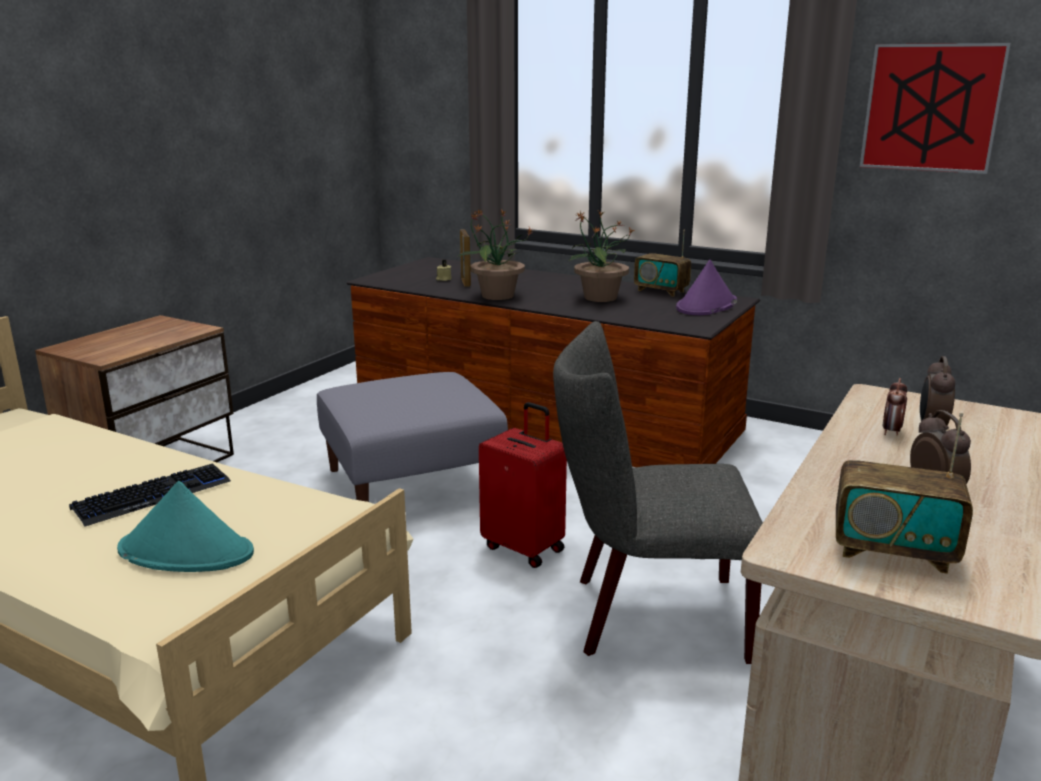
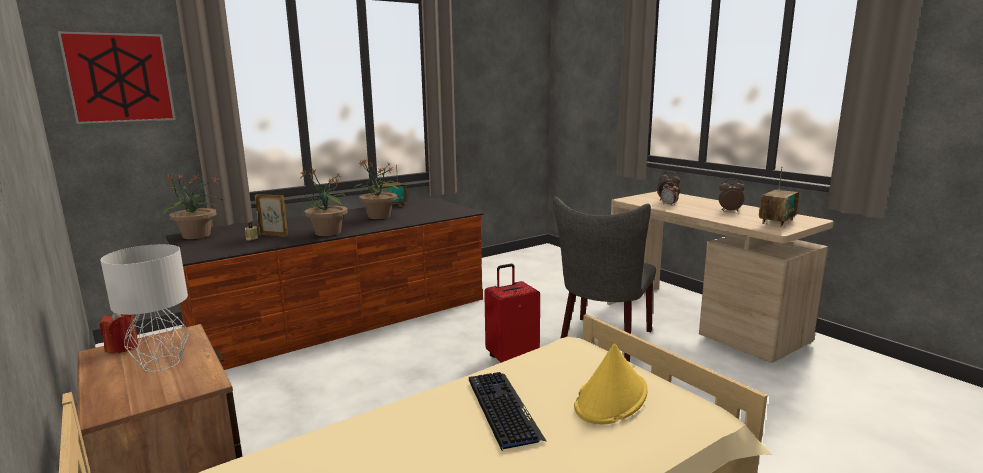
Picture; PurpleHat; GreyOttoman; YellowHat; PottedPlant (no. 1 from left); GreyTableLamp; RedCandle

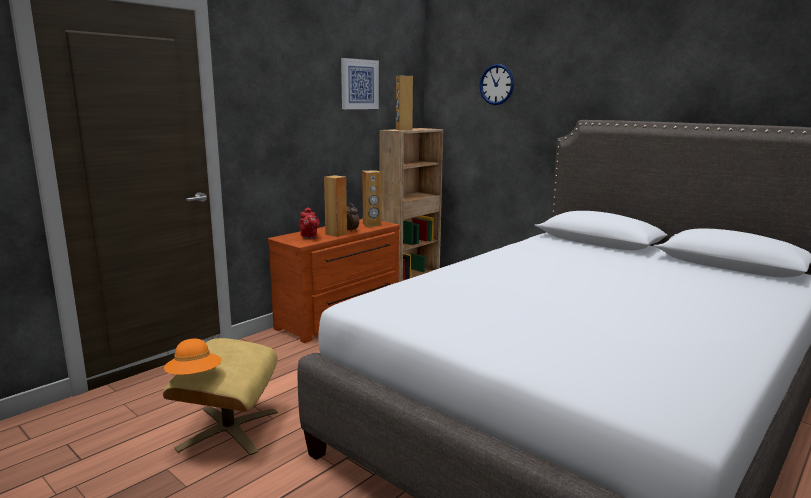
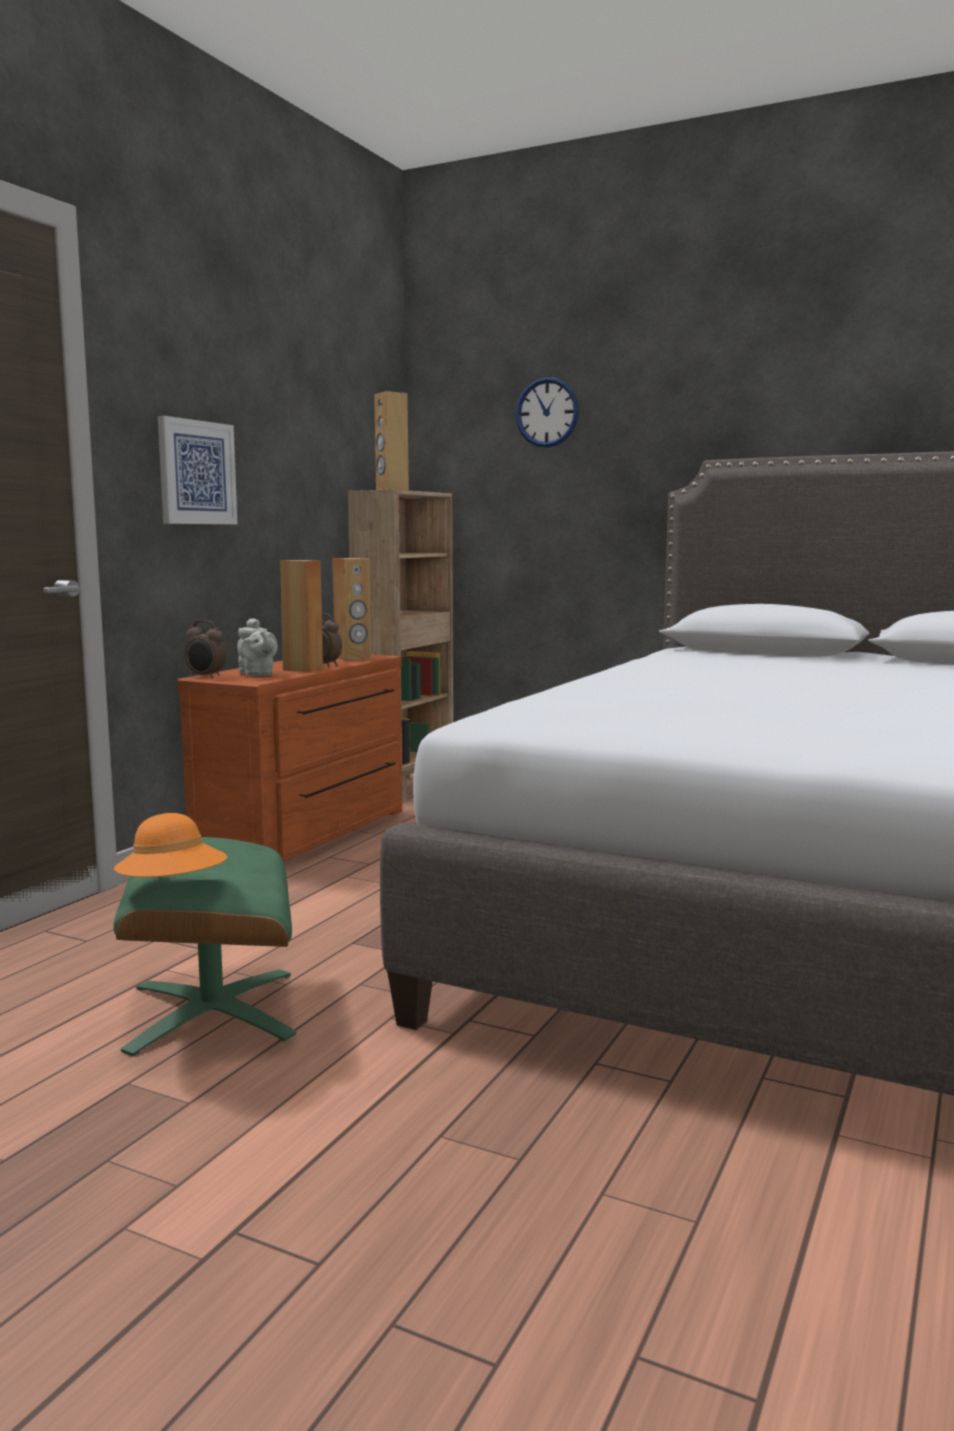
Picture; GreyTeapot; GreenOttoman; AlarmClock (no. 1 from left)

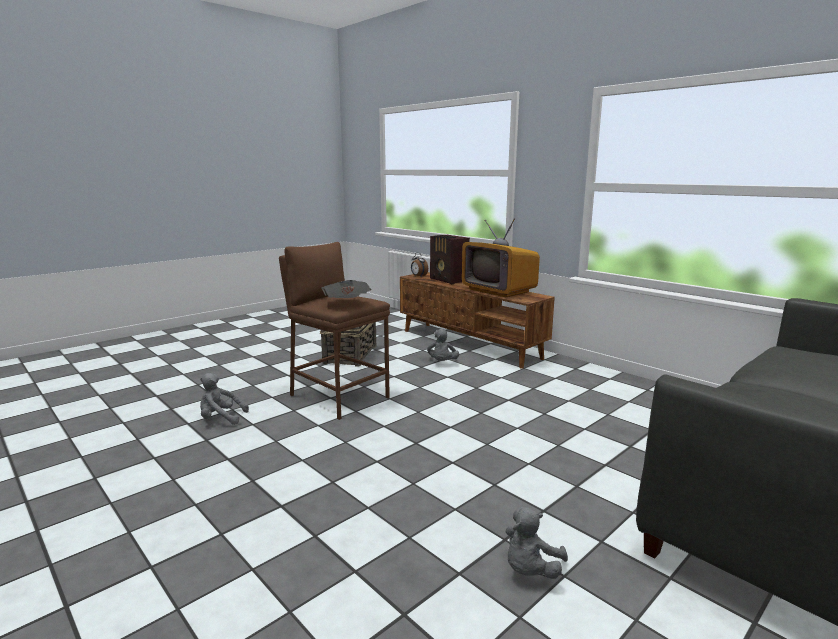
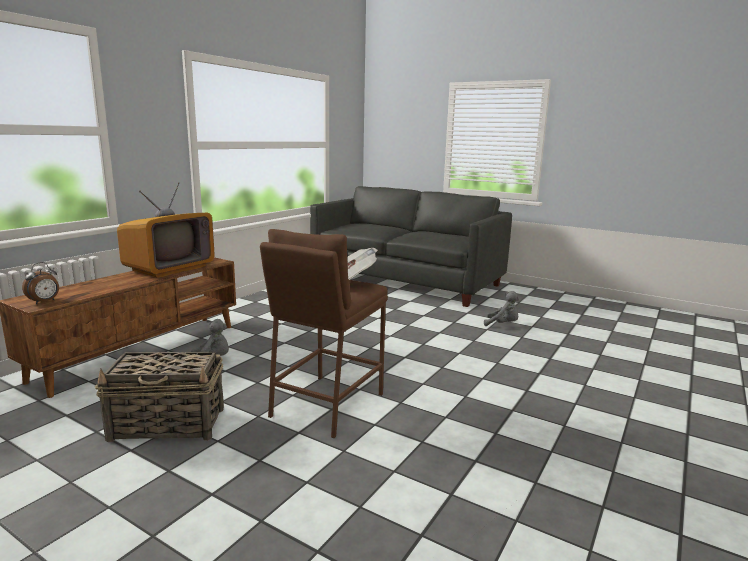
Radio; GreyPlushToy (no. 1 from left in the first image)

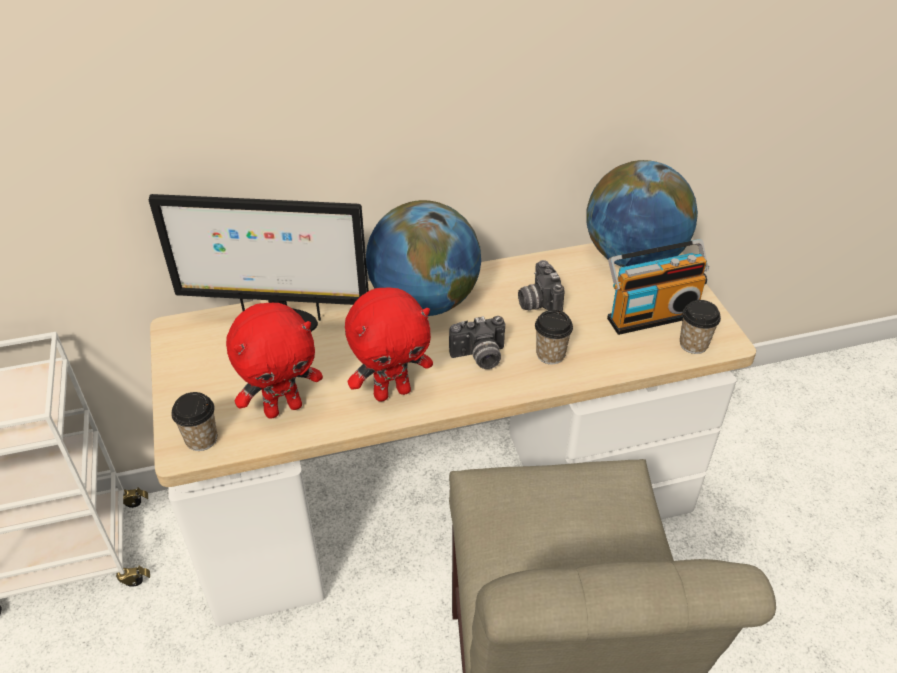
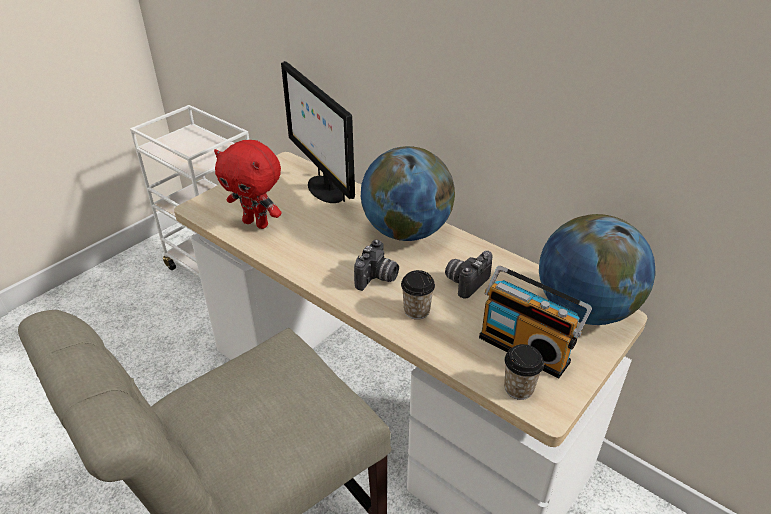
RedPlushToy (no. 2 from left in the first image); PhotoCamera (no. 1 from left); Cup (no. 1 from left in the first image)

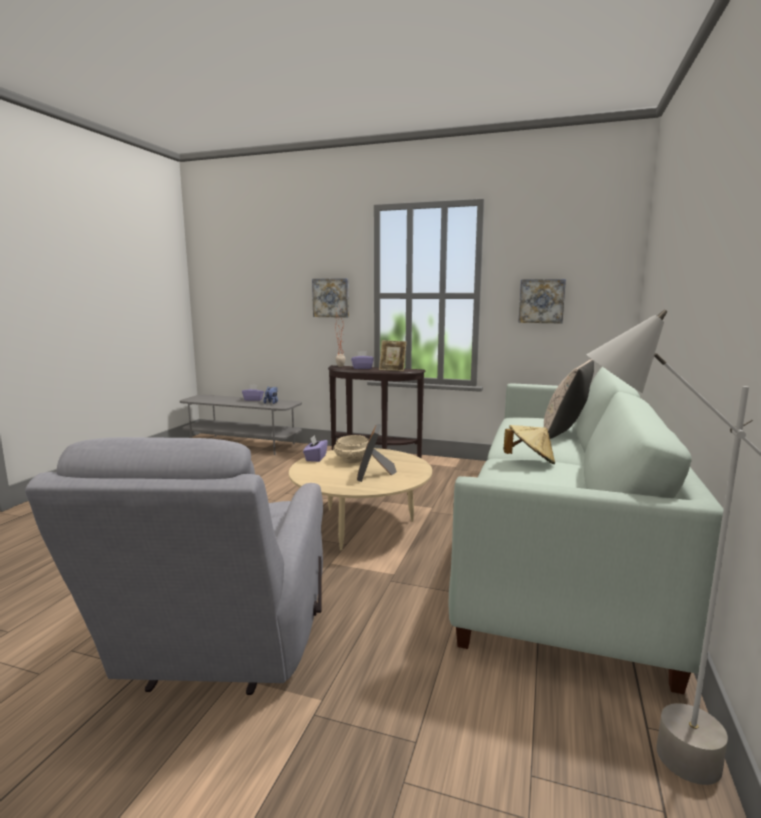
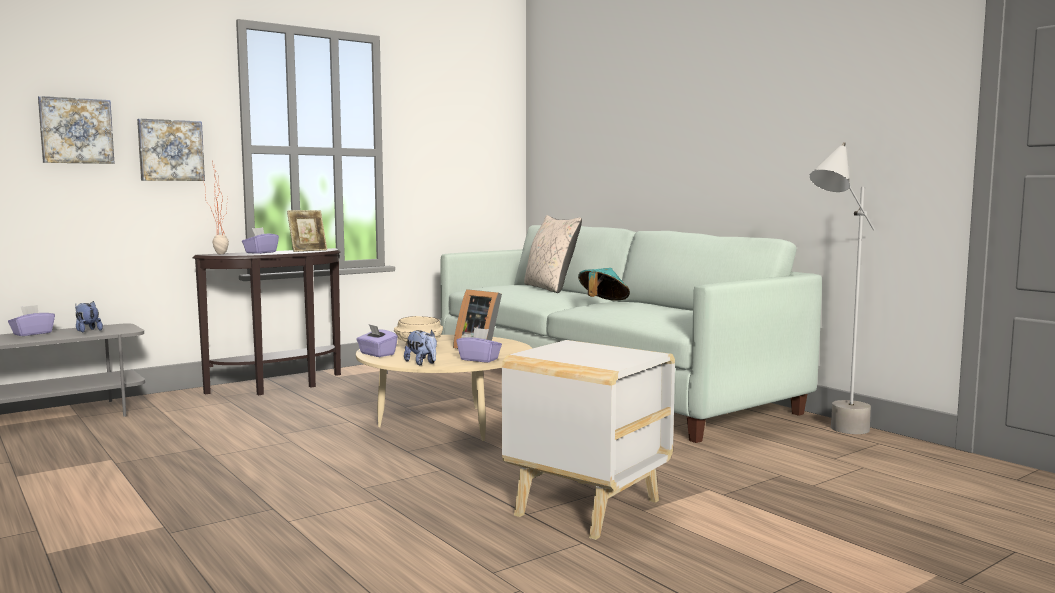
Picture (no. 1 from left); TurquoiseHat; WhiteSideTable; PurpleTissueBox (no. 4 from left); PlushToy (no. 2 from left)

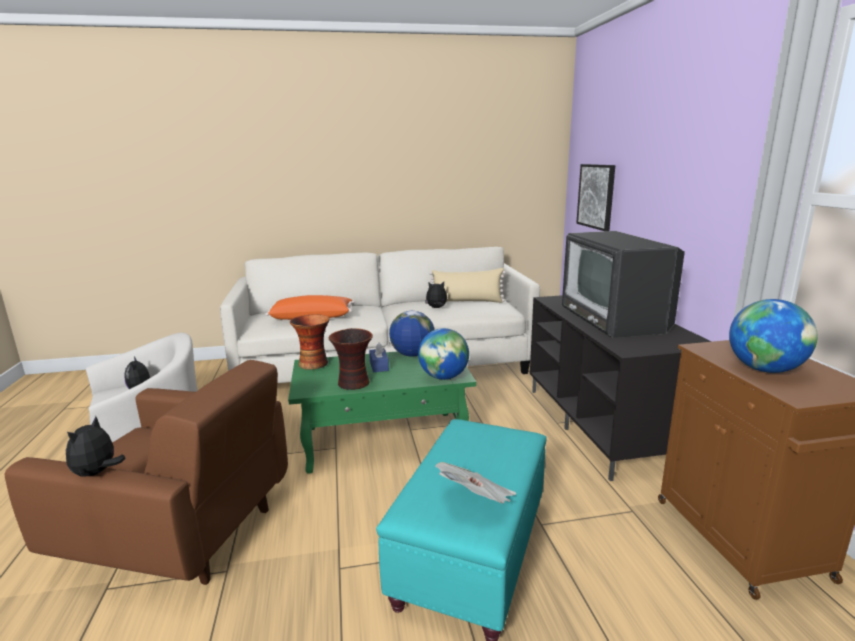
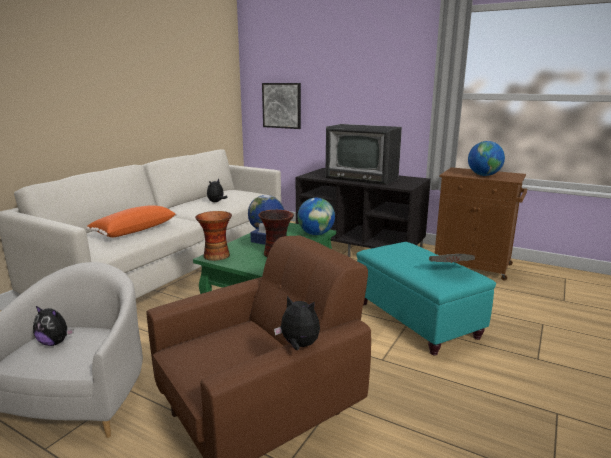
BeigePillow; PlushToy (no. 3 from left)

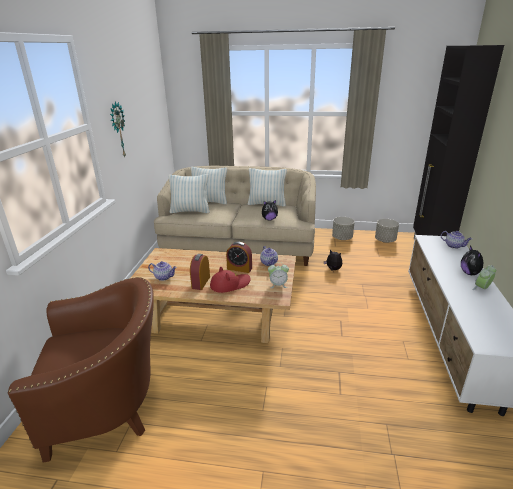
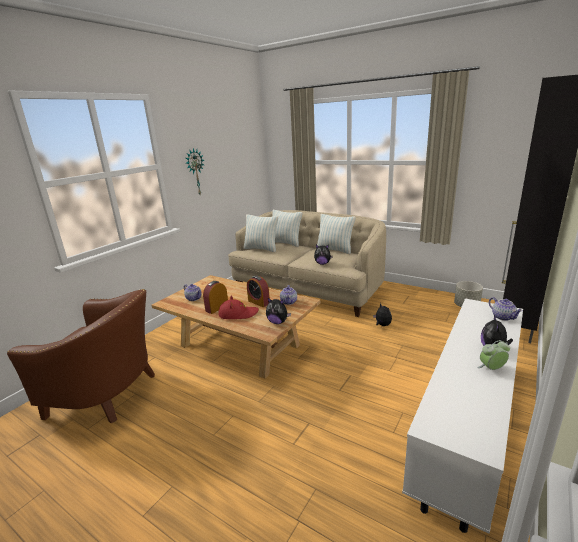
GreyPlanter (no. 1 from left in the first image); PlushToy (no. 1 from left)

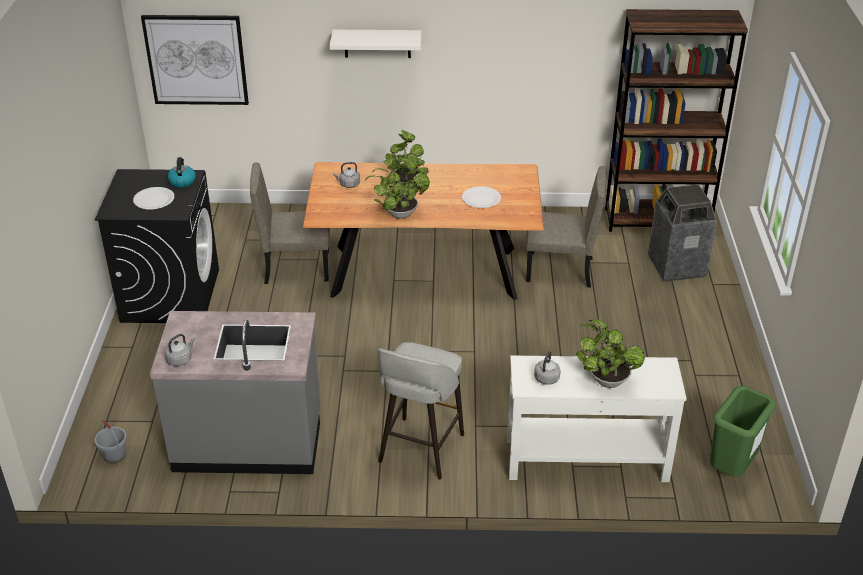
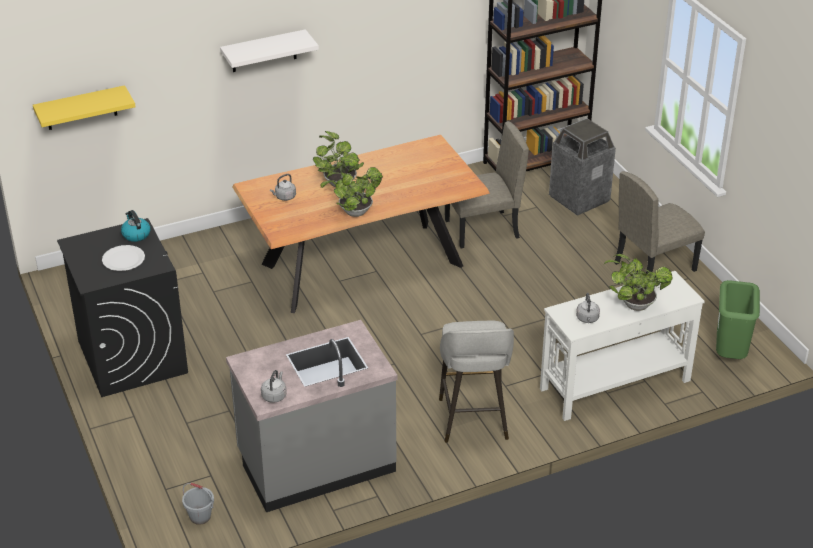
YellowShelf; BeigeChair (no. 2 from left); WhitePlate (no. 2 from left in the first image)

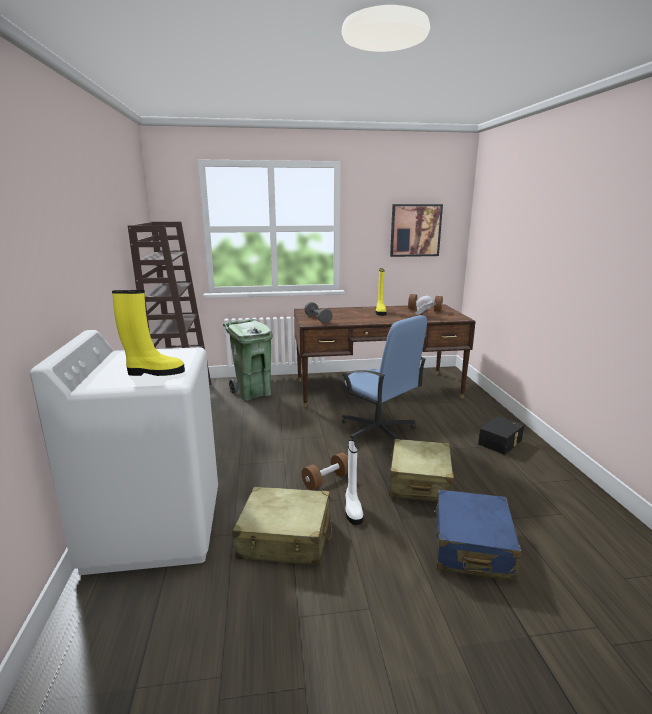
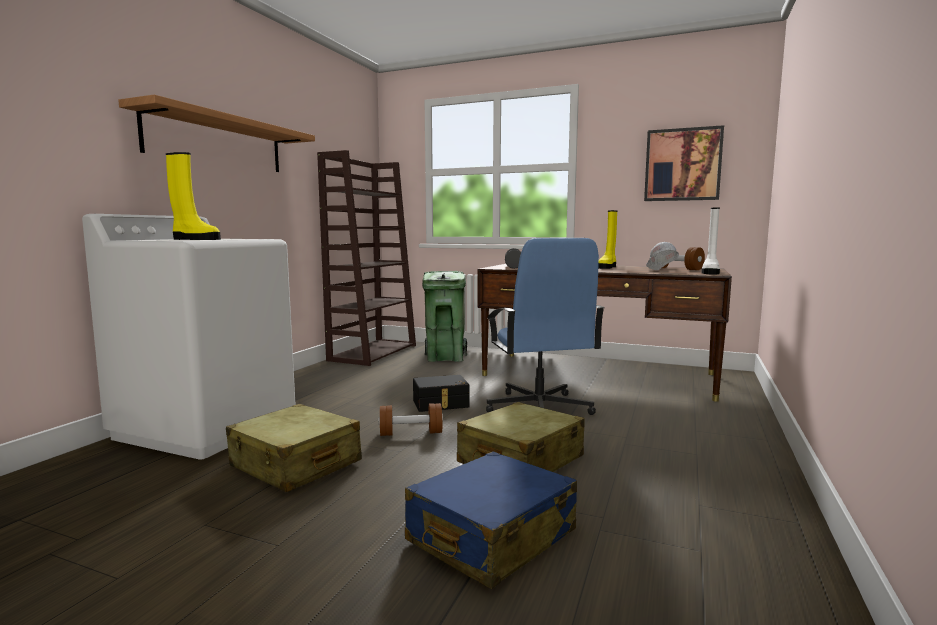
BlackStorageBox; WhiteBoot; Shelf

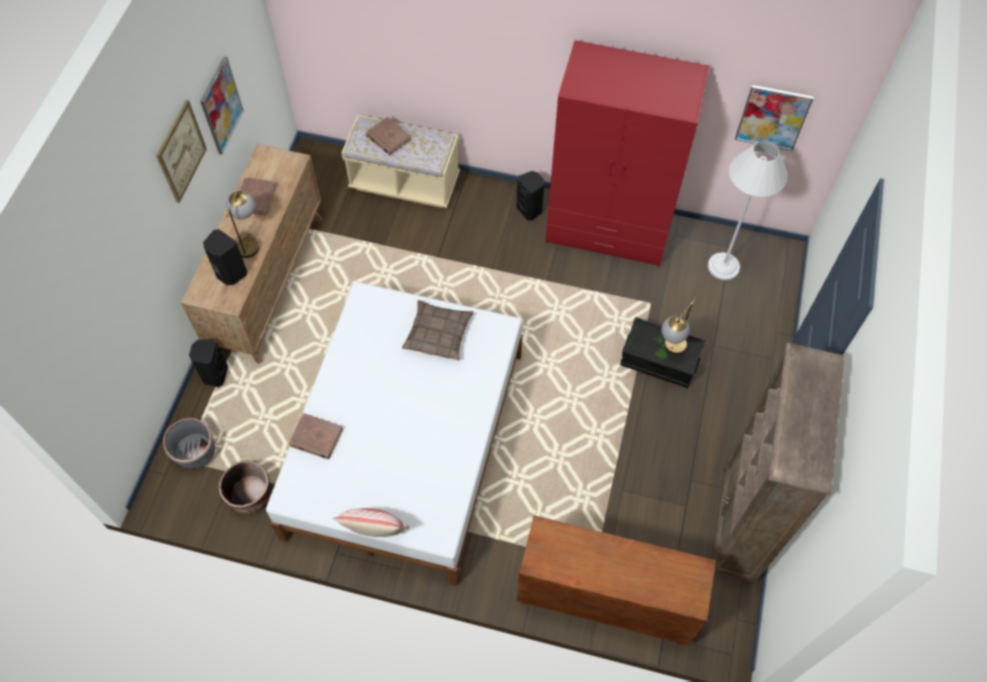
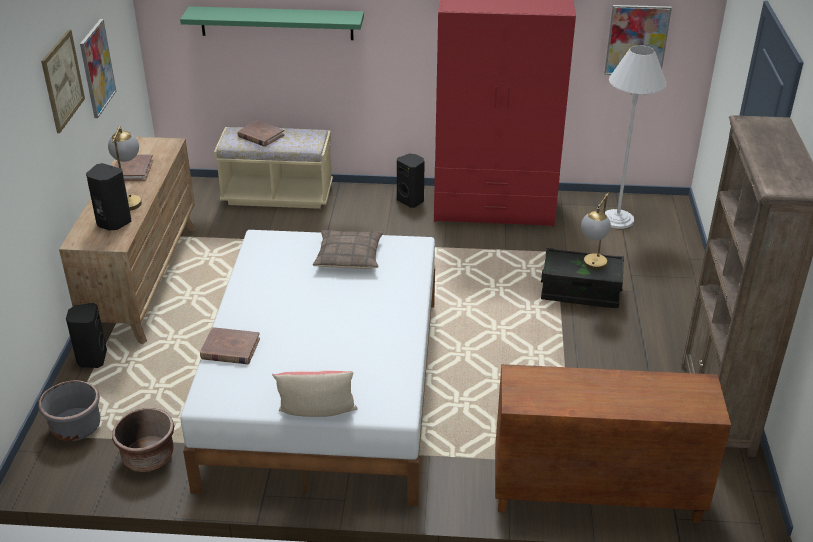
GreenShelf

